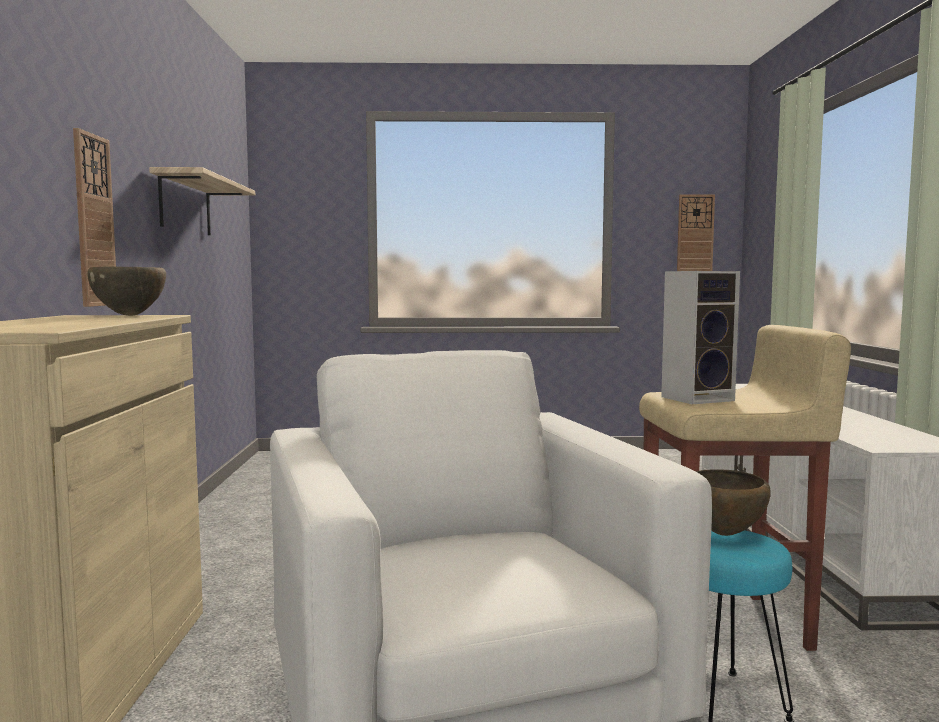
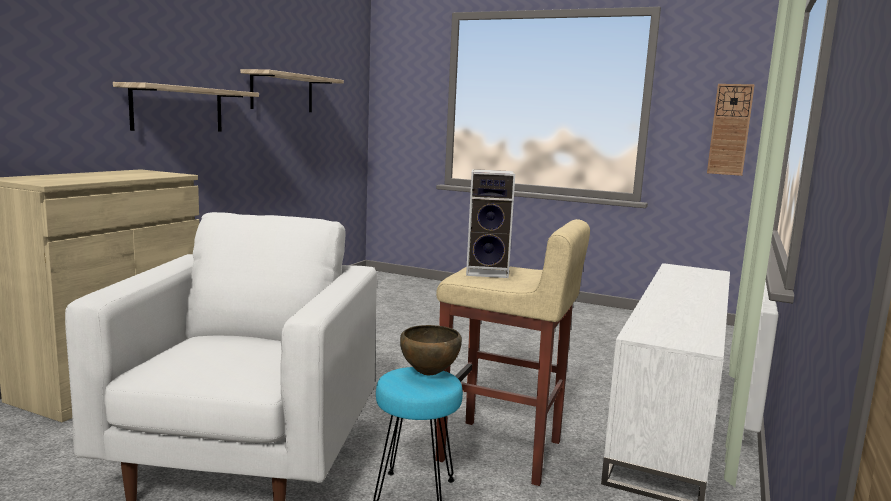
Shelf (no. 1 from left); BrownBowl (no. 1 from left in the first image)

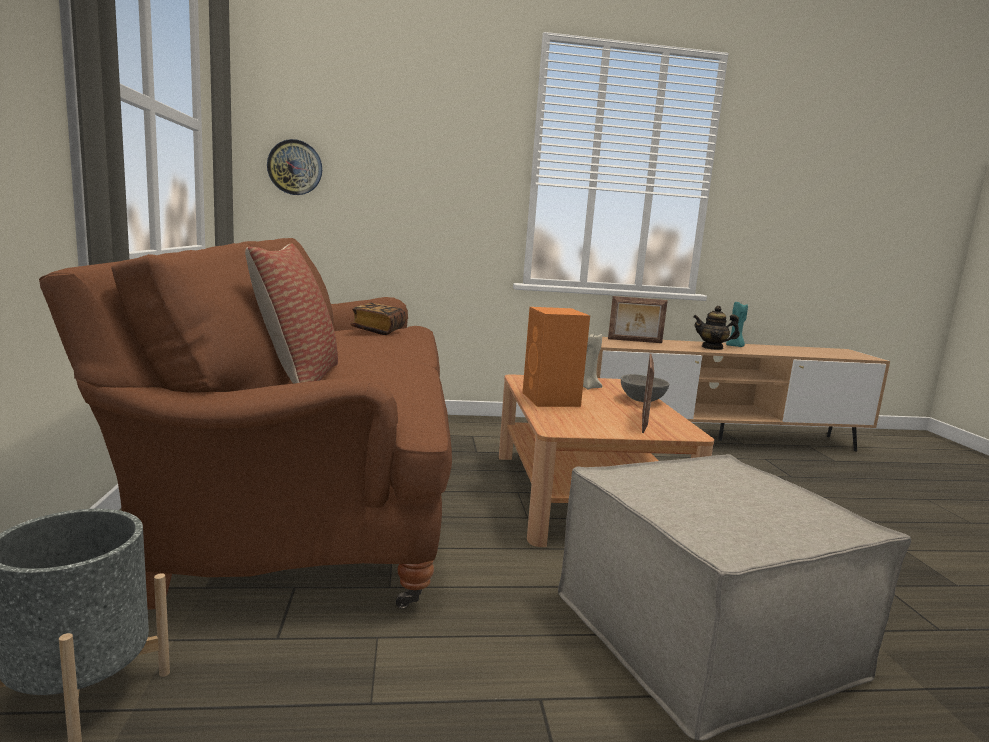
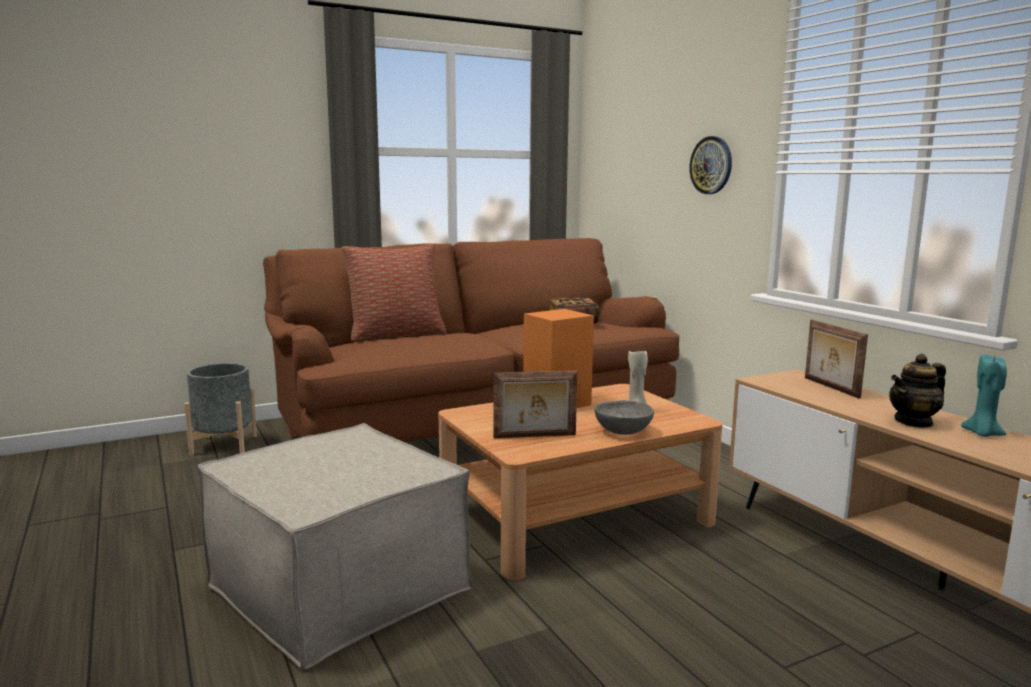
WallClock; Teapot

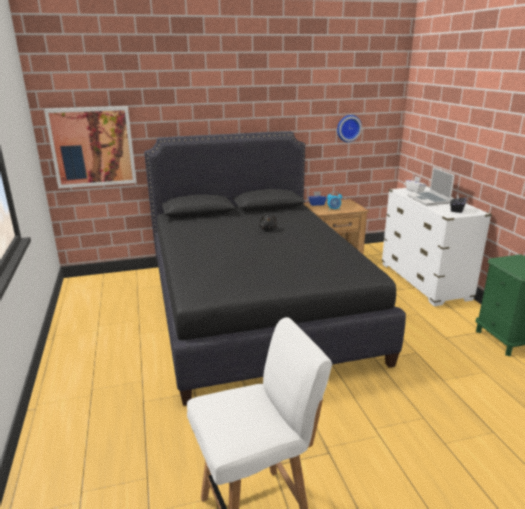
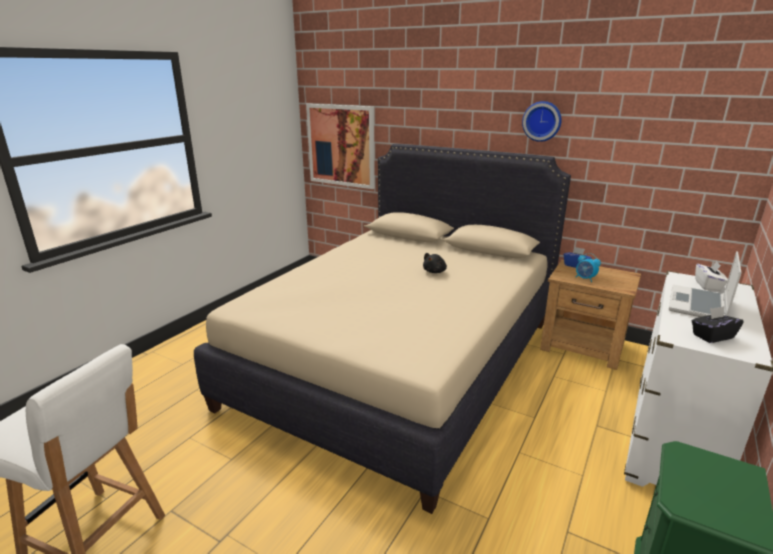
WallClock; BeigeBed

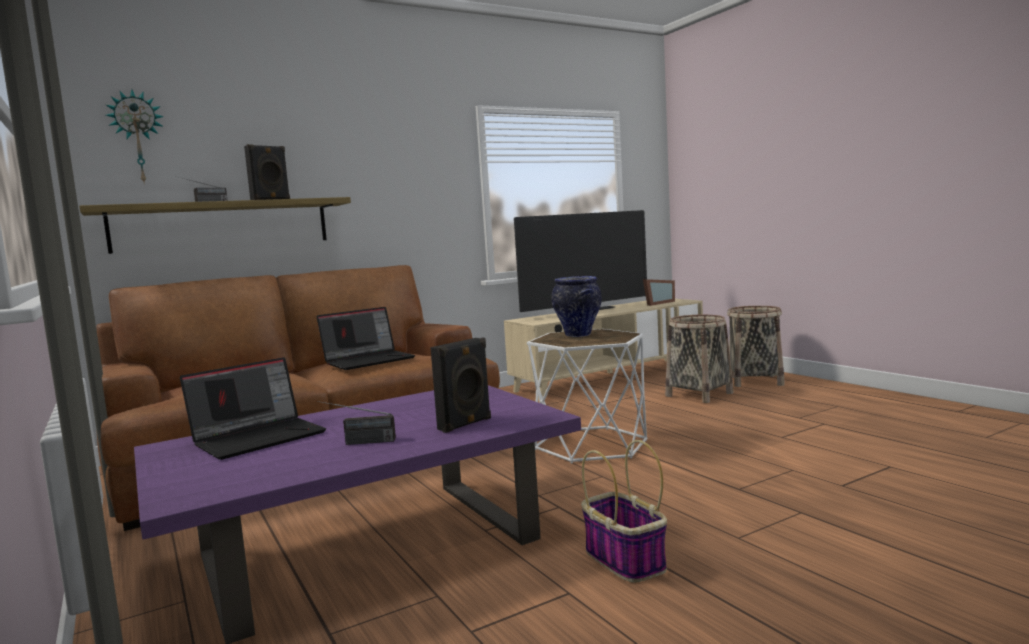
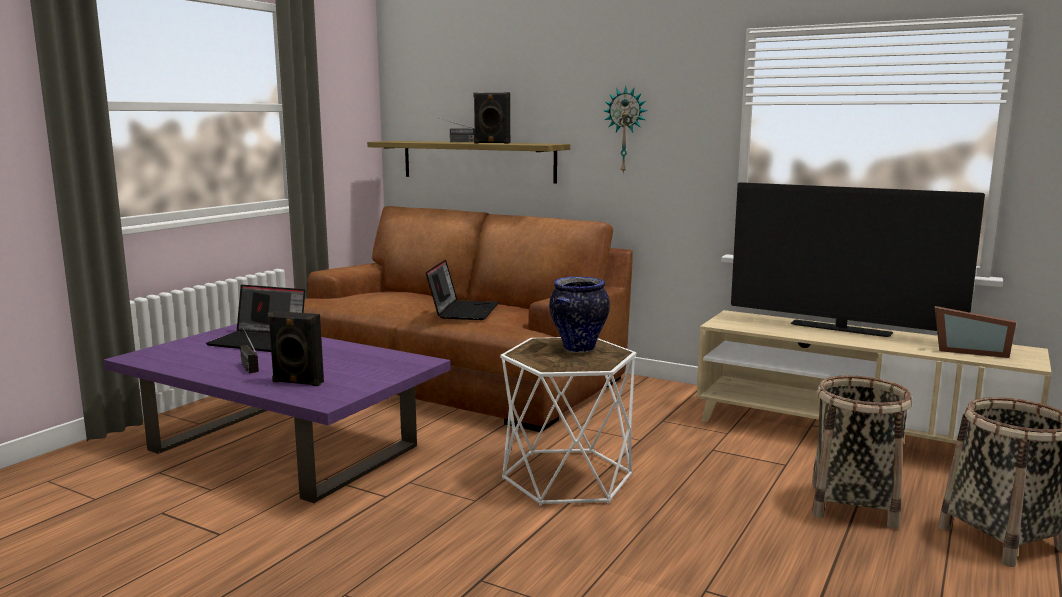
WallClock; Laptop (no. 2 from left); Basket (no. 1 from left in the first image)

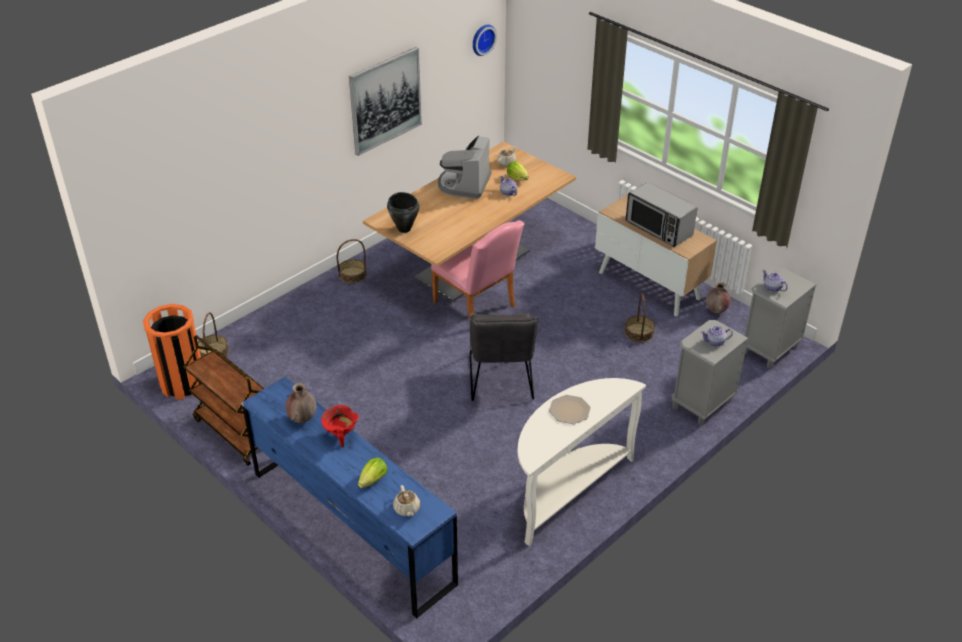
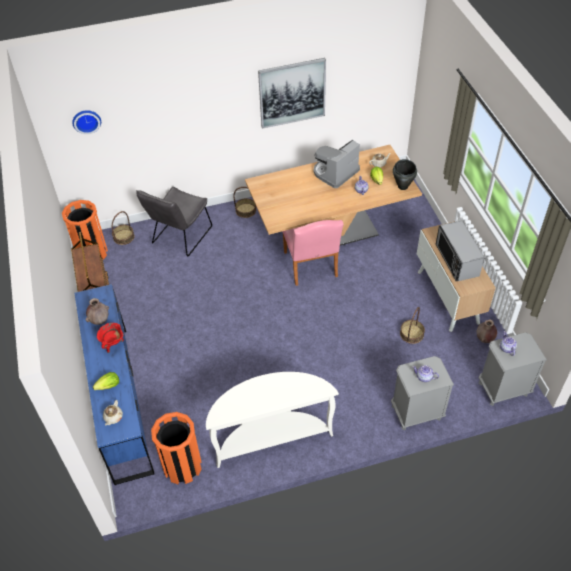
WallClock; BlackCookingPot; GreyChair; Plate; OrangeTrashCan (no. 2 from left)

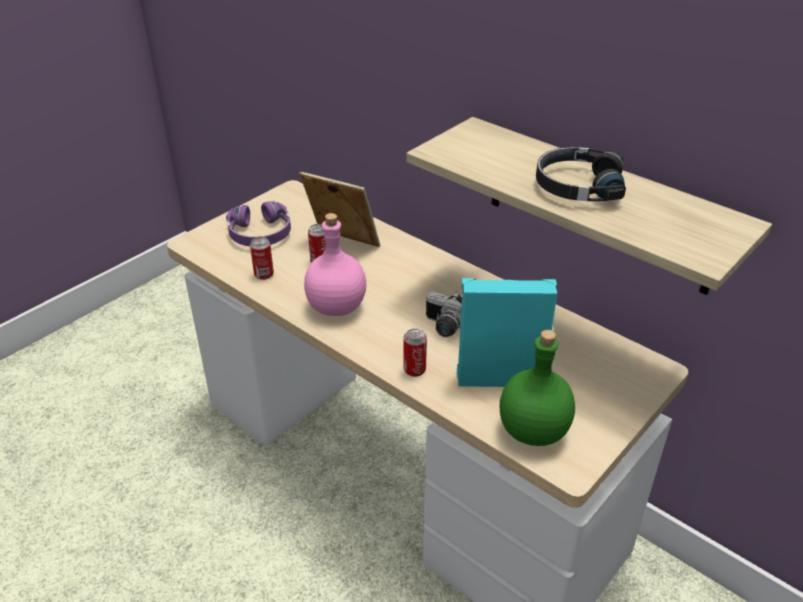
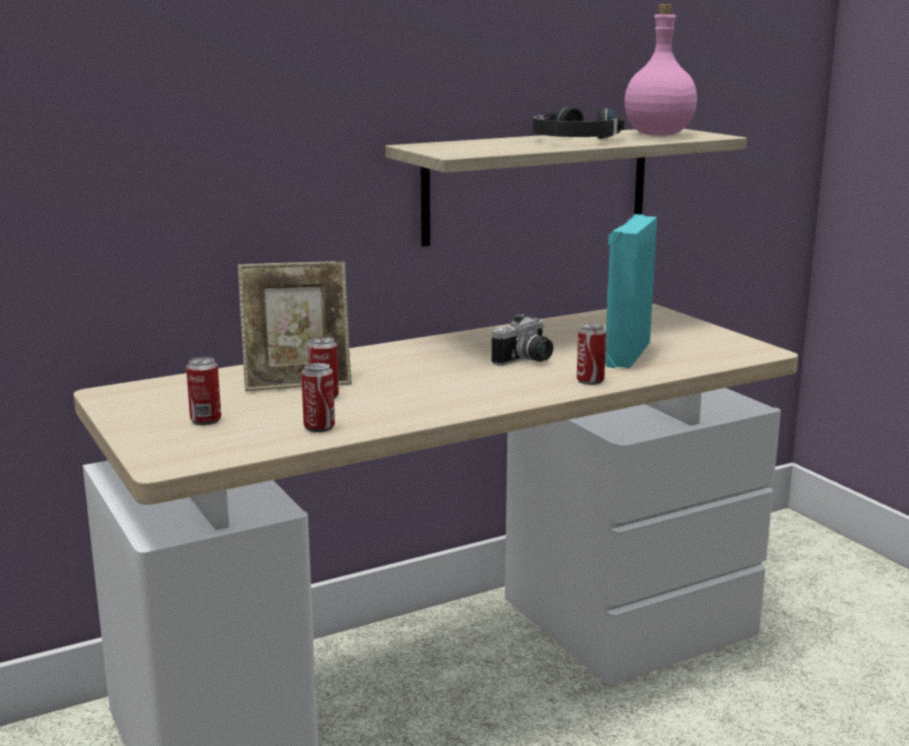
PictureFrame; Can (no. 1 from left); PinkBottle; GreenBottle

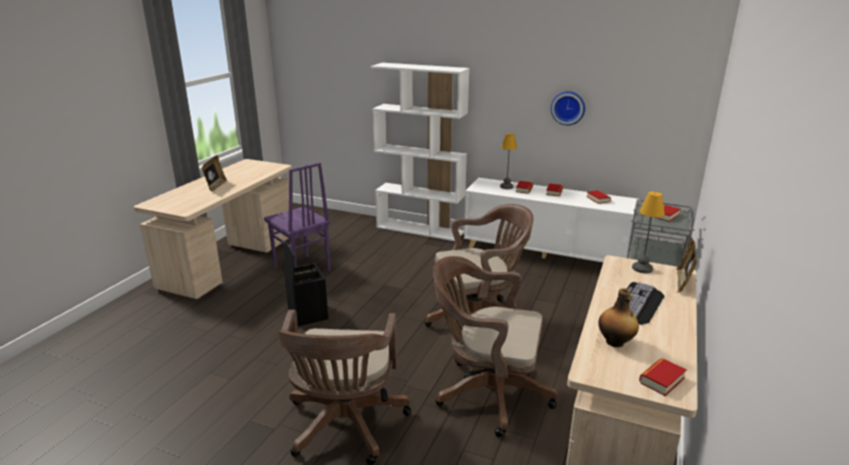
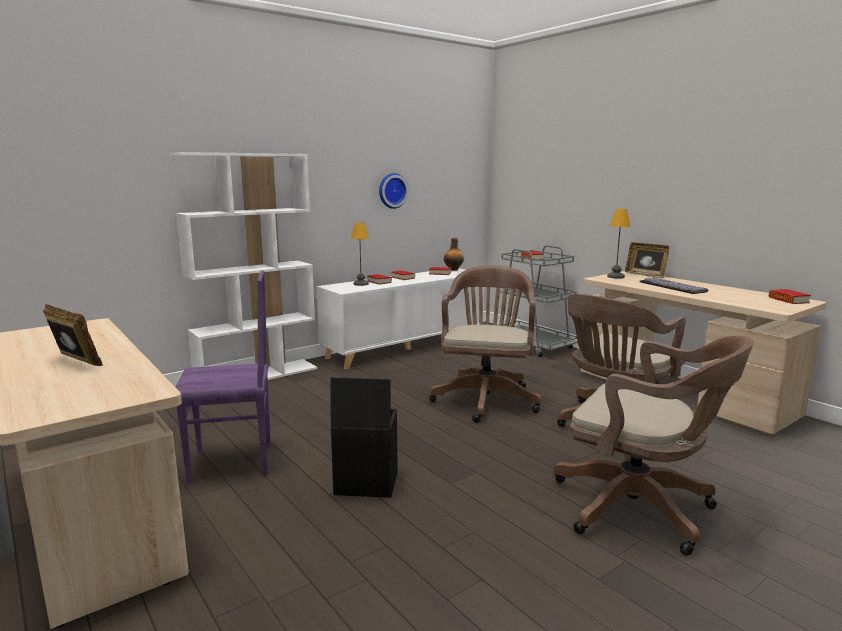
Bottle

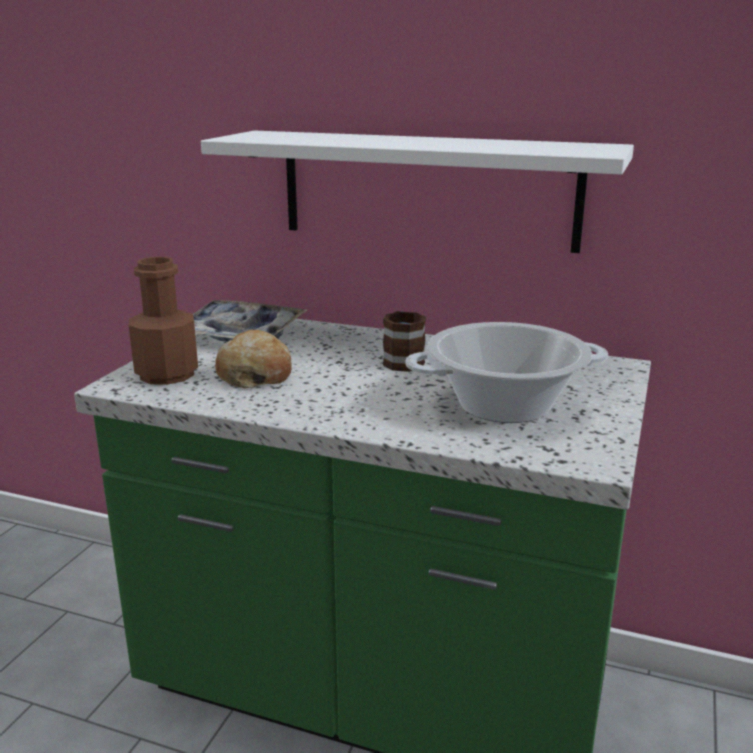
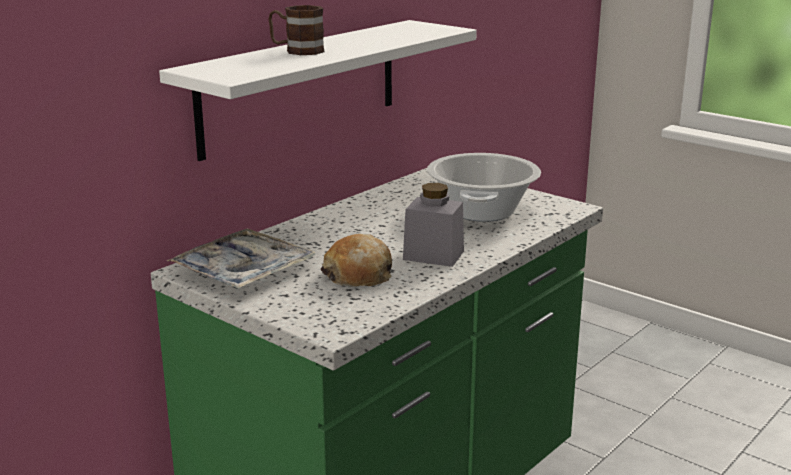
BrownBottle; BrownMug; GreyJar

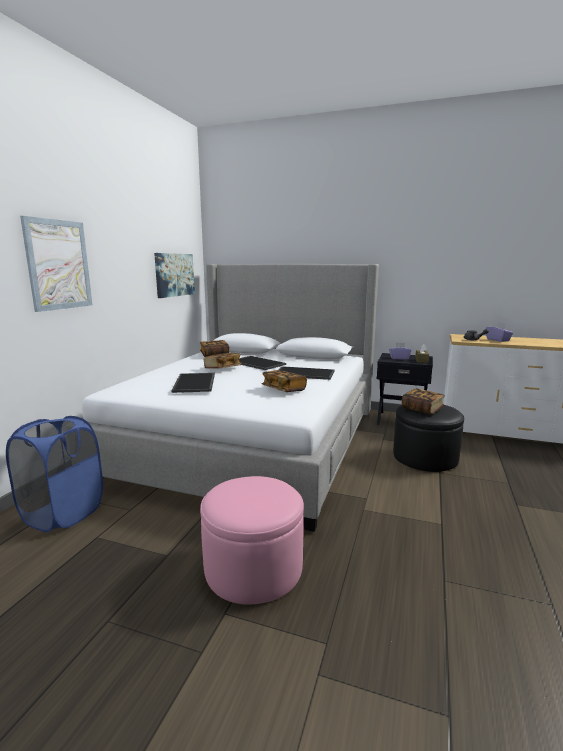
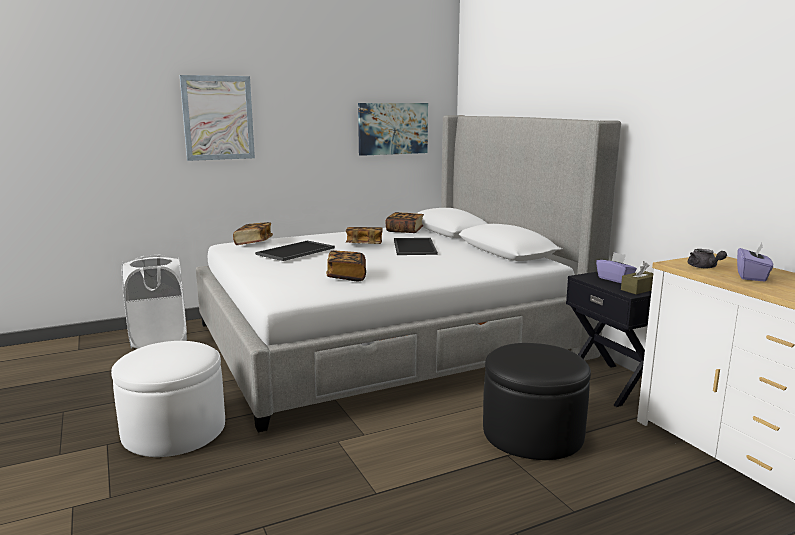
Tray (no. 3 from left in the first image); Book (no. 1 from left); WhiteLaundryBasket; WhiteOttoman

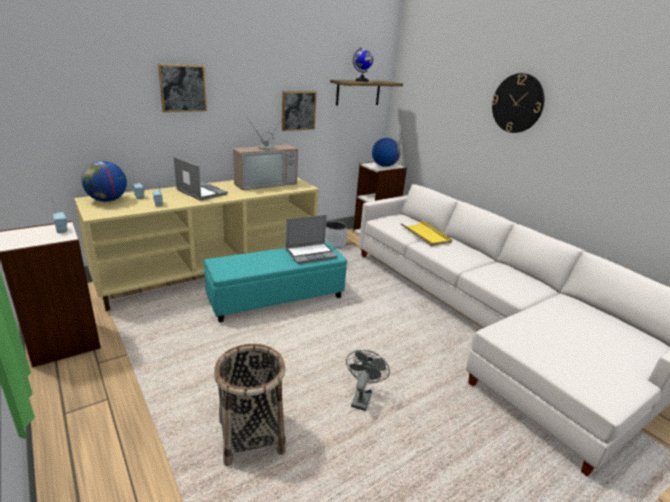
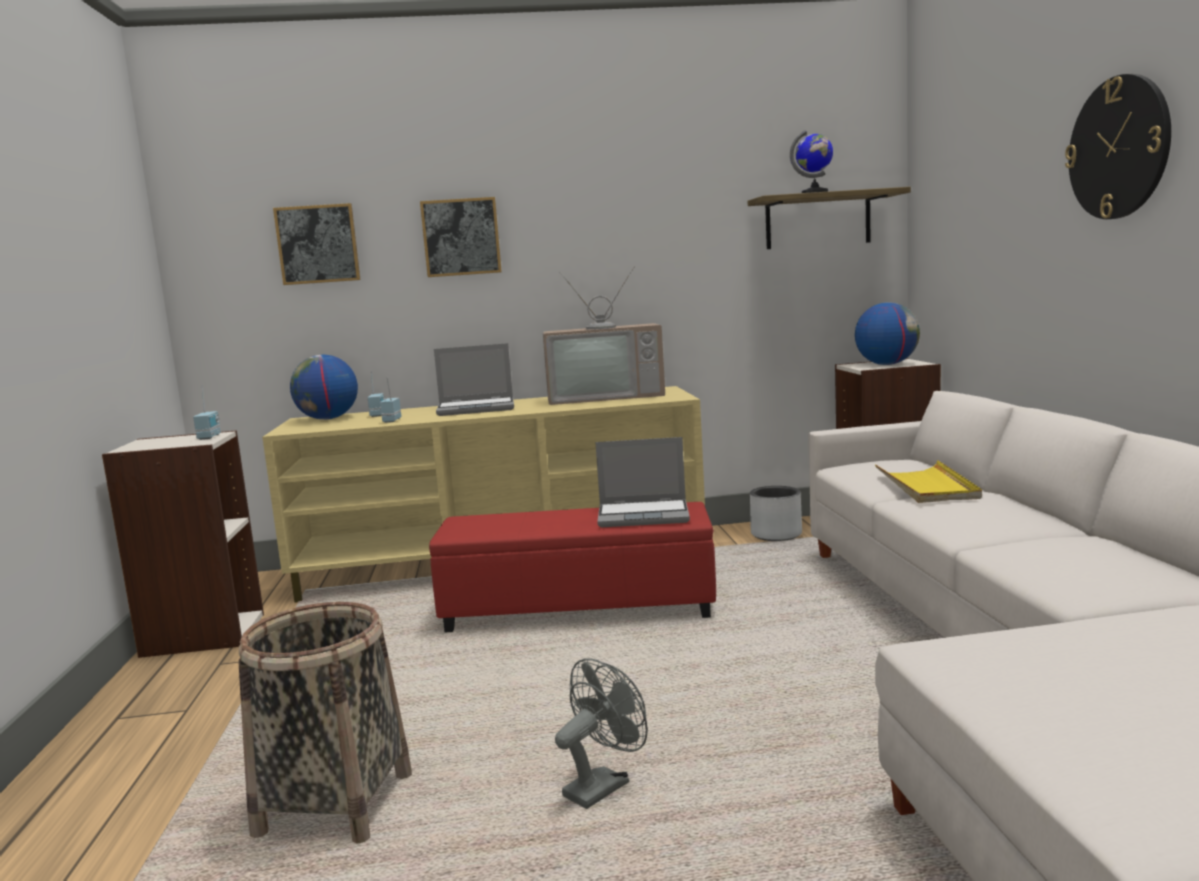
Picture (no. 1 from left); Laptop (no. 1 from left); RedOttoman

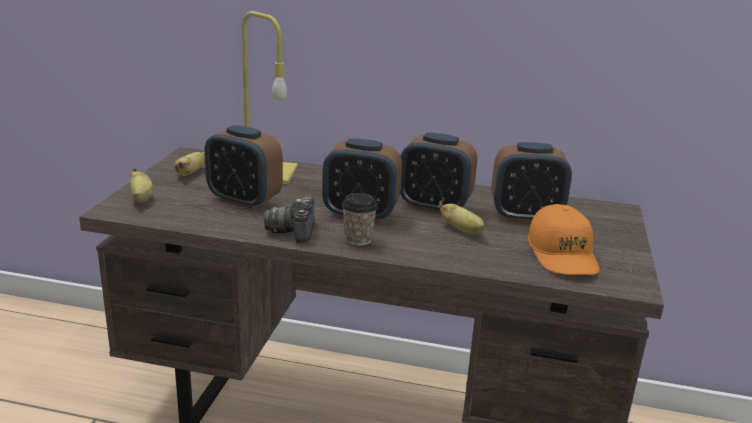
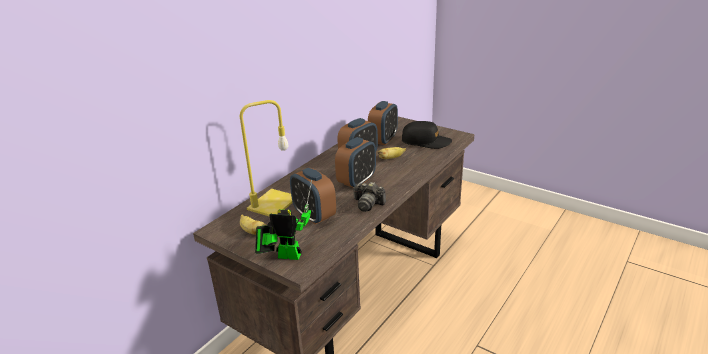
AlarmClock (no. 1 from left); ToyRobot; Cup; BlackCap

